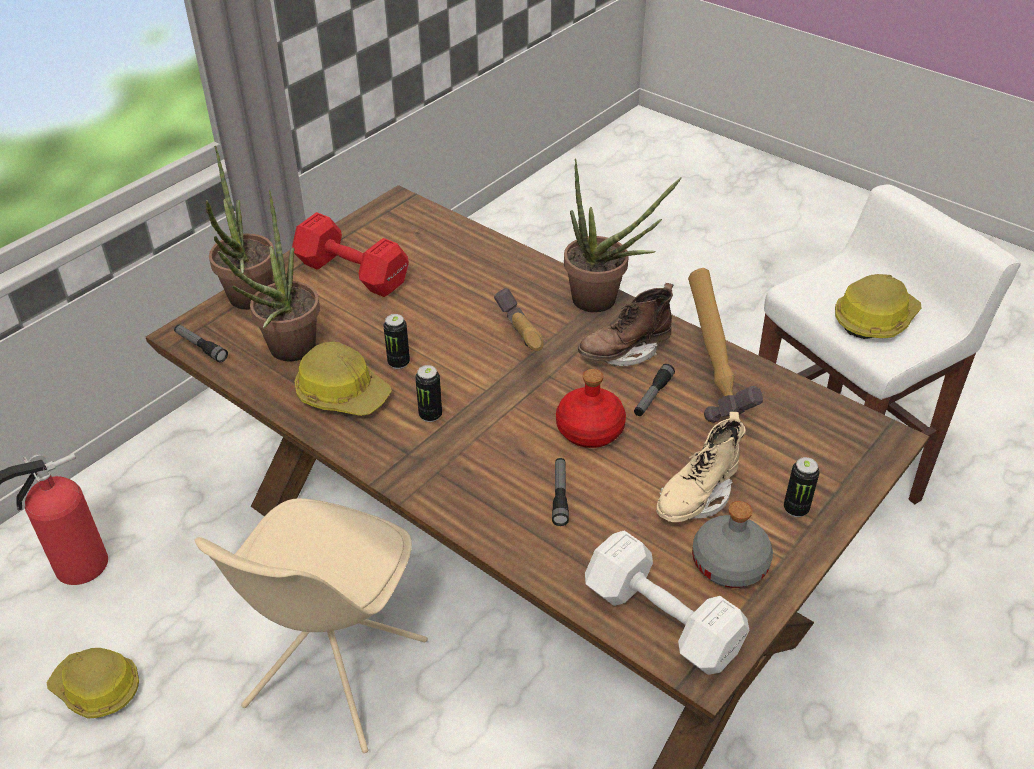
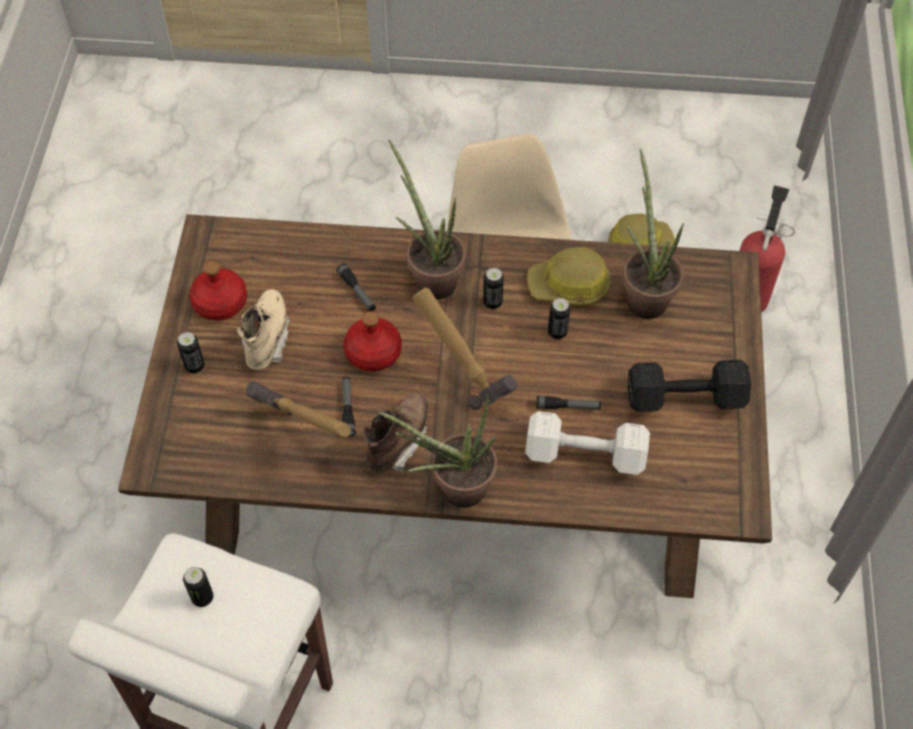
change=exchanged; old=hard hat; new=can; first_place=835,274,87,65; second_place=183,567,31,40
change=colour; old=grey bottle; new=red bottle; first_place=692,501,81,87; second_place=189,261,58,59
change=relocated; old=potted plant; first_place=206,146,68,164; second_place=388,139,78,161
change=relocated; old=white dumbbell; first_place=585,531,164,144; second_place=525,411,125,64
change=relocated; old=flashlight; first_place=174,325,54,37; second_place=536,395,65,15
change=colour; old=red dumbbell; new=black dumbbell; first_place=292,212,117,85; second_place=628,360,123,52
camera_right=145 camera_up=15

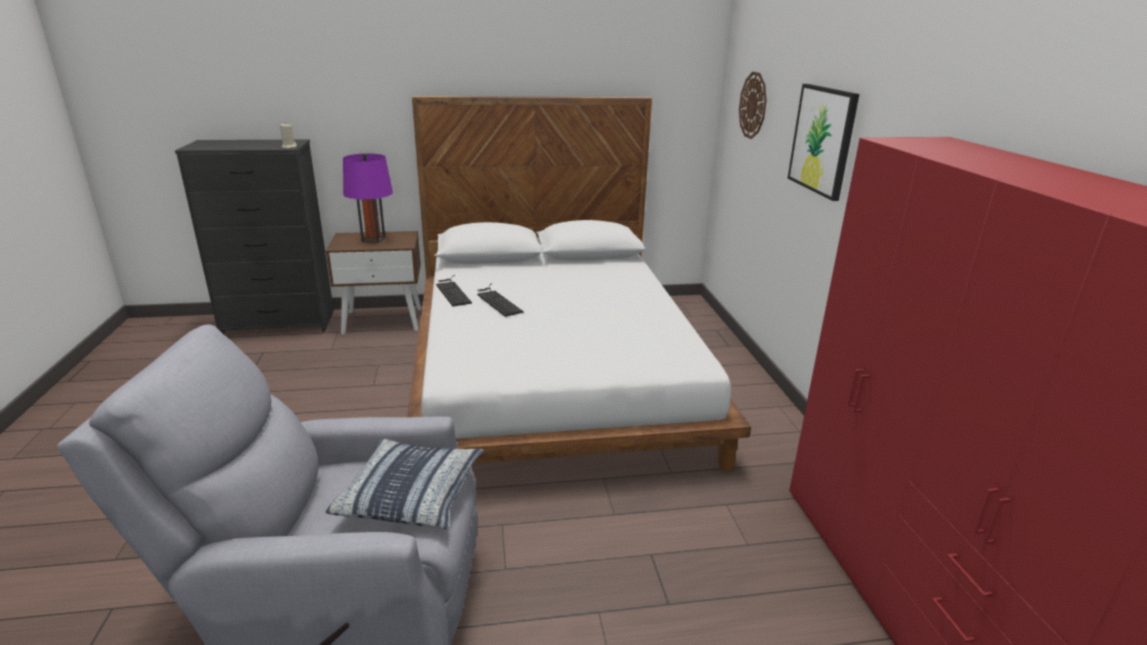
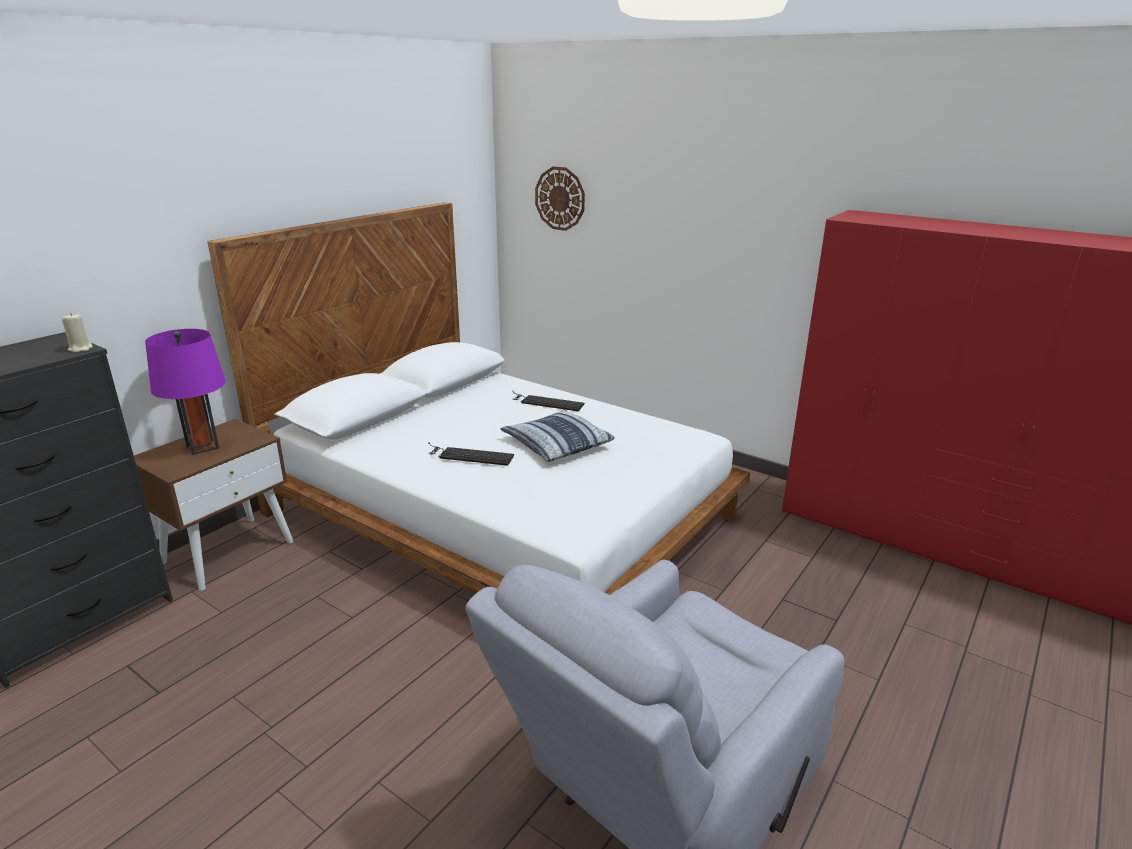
change=relocated; old=pillow; first_place=326,439,158,90; second_place=500,409,115,53
change=relocated; old=keyboard; first_place=436,275,36,32; second_place=513,391,72,20
change=missing; old=picture; first_place=788,84,71,117
camera_right=-45 camera_up=0

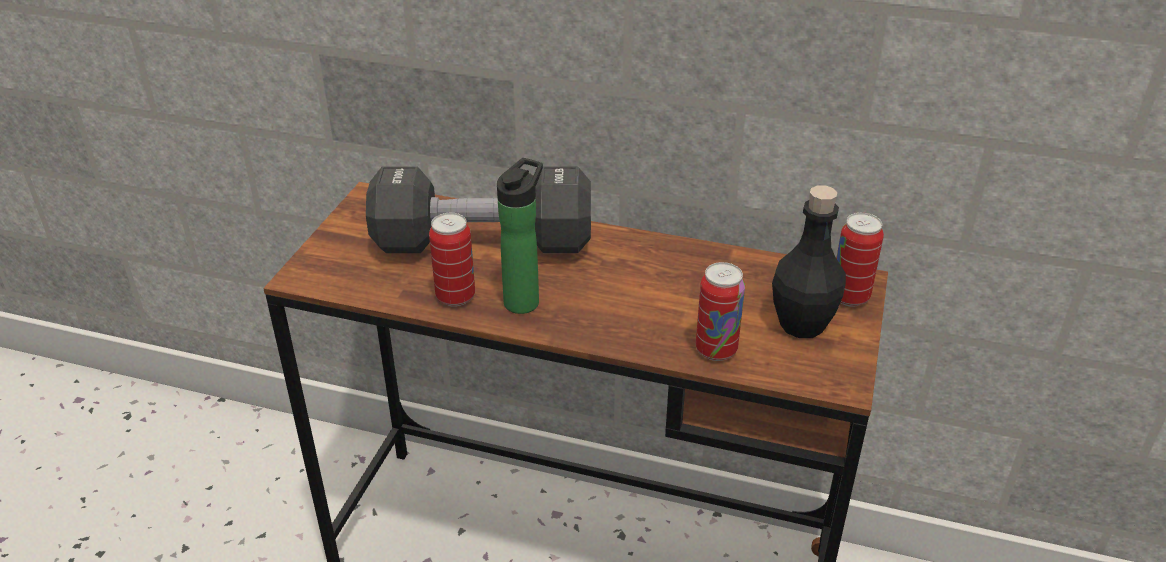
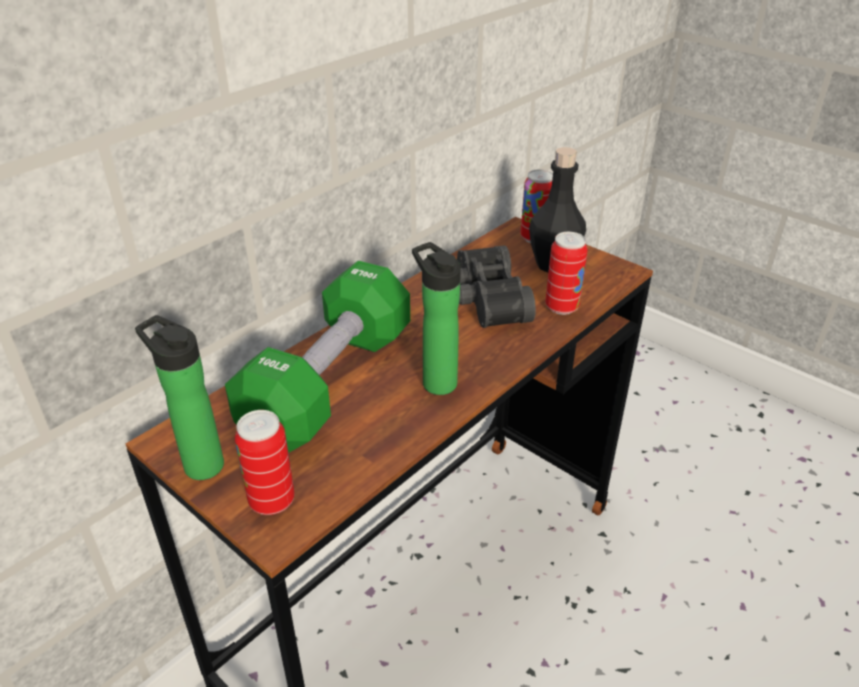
change=appeared; new=bottle; second_place=135,315,89,165
change=colour; old=black dumbbell; new=green dumbbell; first_place=366,166,225,87; second_place=225,261,185,192
change=relocated; old=can; first_place=429,213,46,94; second_place=235,410,60,105
change=appeared; new=black binoculars; second_place=457,245,79,83
camera_right=-65 camera_up=0

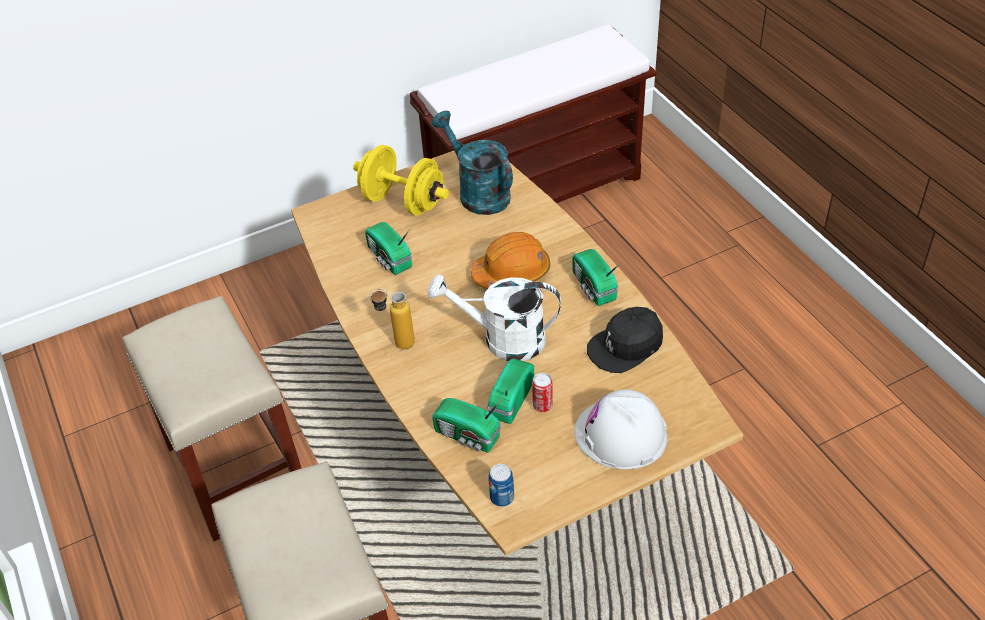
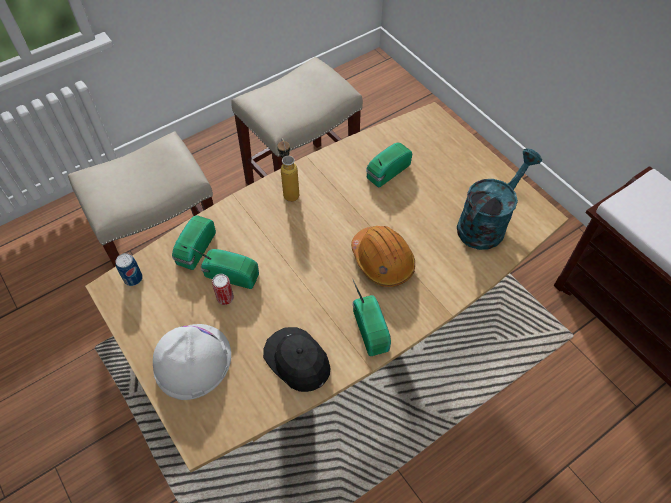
change=spun; old=radio; first_place=572,249,50,57; second_place=352,280,39,76; degrees=105
change=missing; old=yellow dumbbell; first_place=353,145,96,70
change=missing; old=white watering can; first_place=427,274,134,87
camera_right=80 camera_up=10

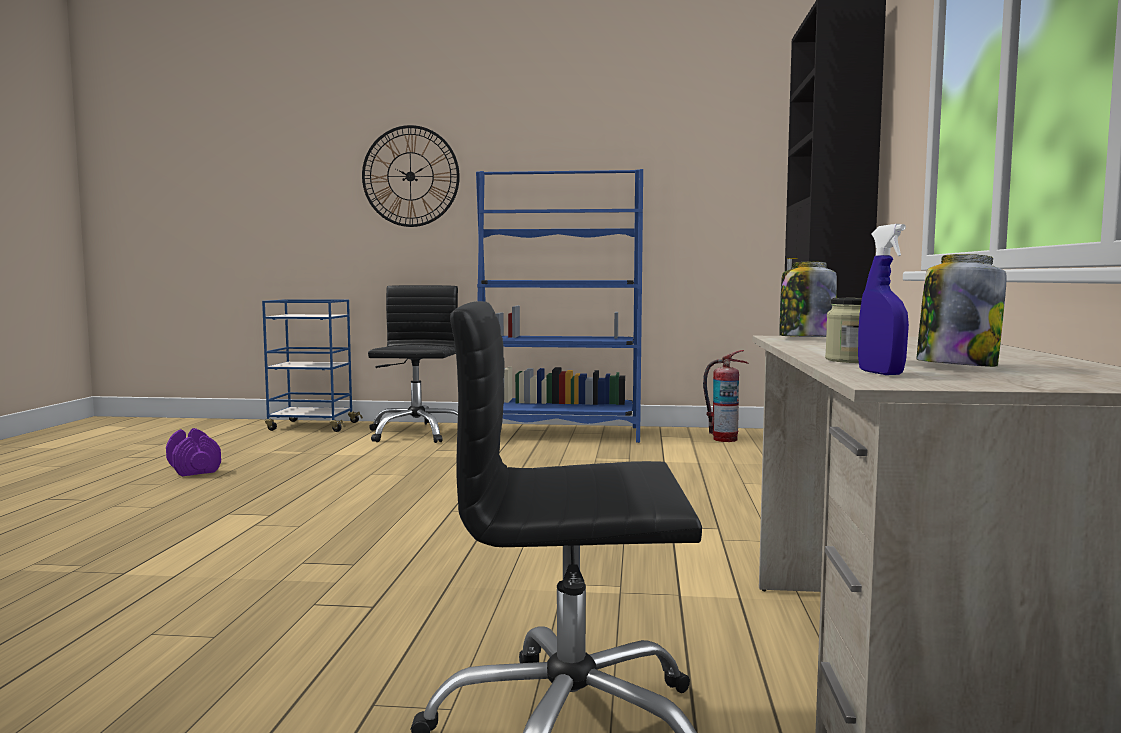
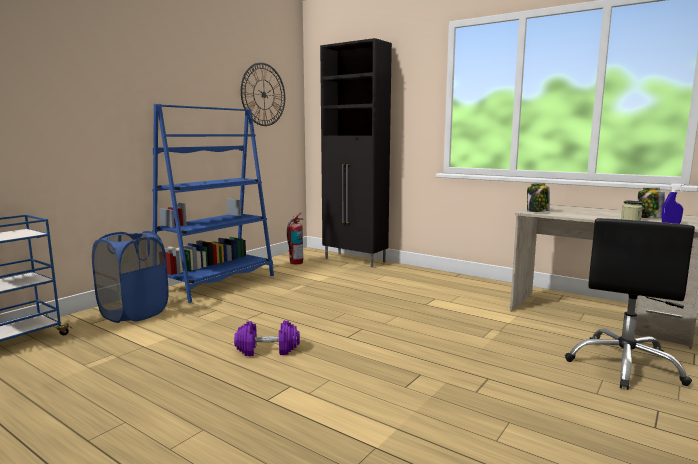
change=exchanged; old=black office chair; new=blue laundry basket; first_place=368,285,90,158; second_place=92,231,77,92
change=relocated; old=purple dumbbell; first_place=166,428,55,48; second_place=234,320,66,36
change=relocated; old=wall clock; first_place=362,125,98,102; second_place=241,63,44,63
camera_right=-60 camera_up=5

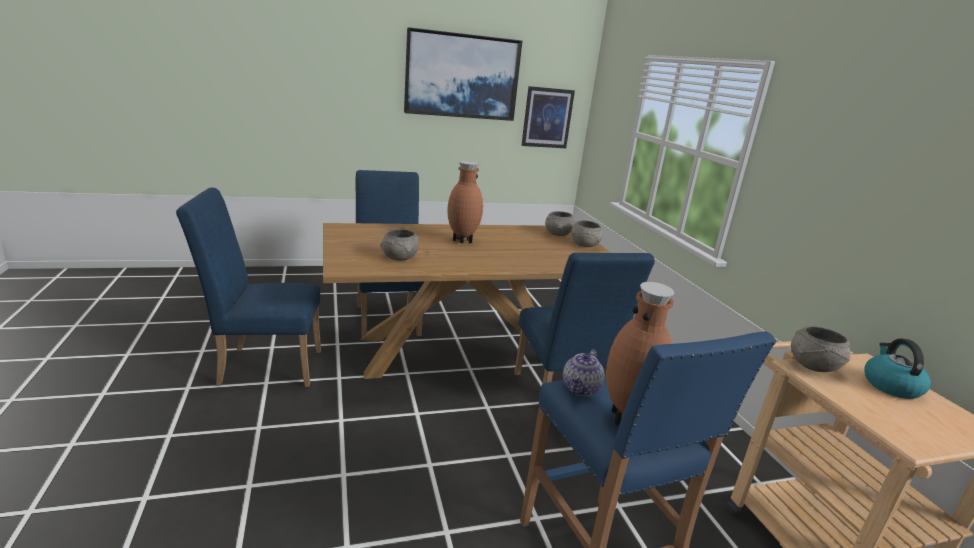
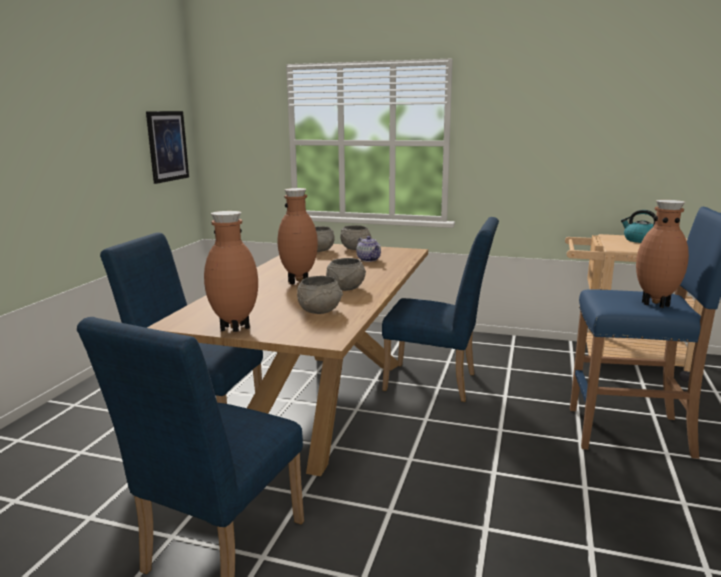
change=appeared; new=brown vase; second_place=204,211,54,121
change=relocated; old=grey bowl; first_place=791,326,60,46; second_place=326,258,40,33
change=relocated; old=teapot; first_place=563,349,41,47; second_place=356,236,25,26
change=missing; old=picture; first_place=404,27,118,94
camera_right=-55 camera_up=-5

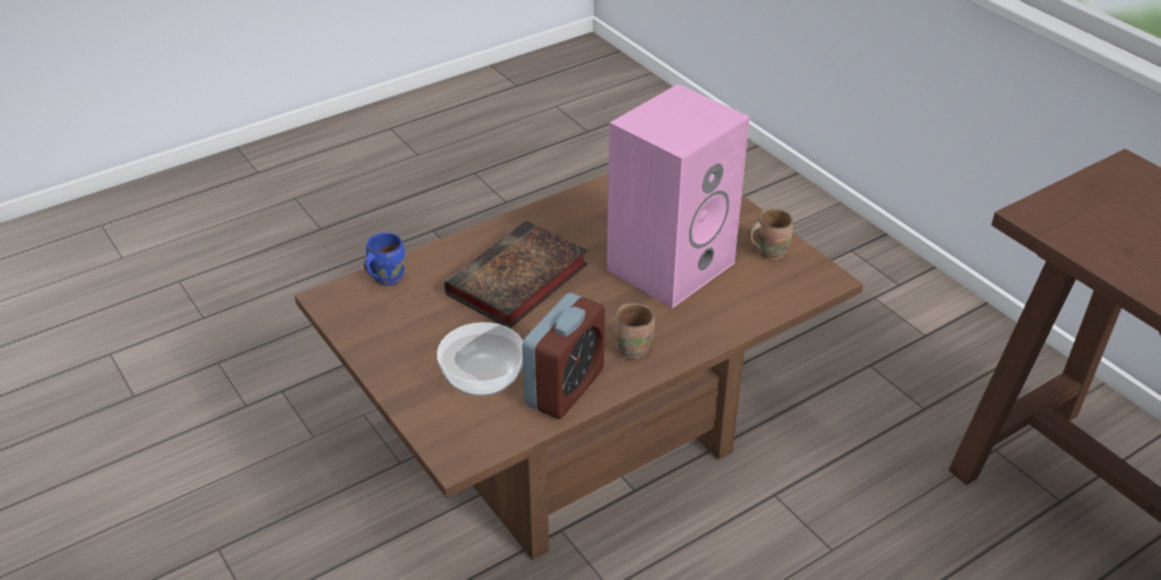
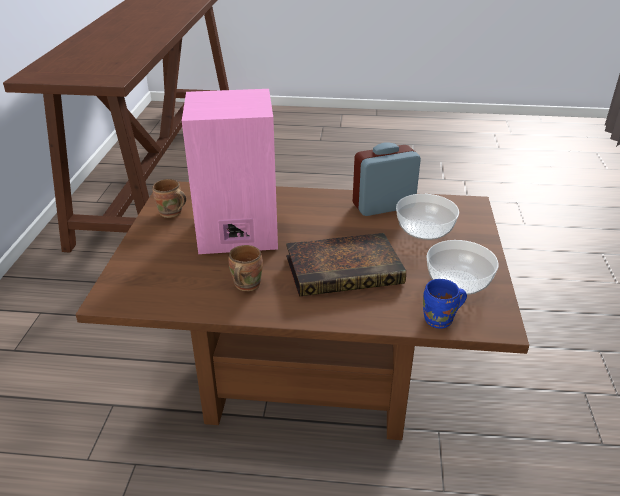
change=relocated; old=brown mug; first_place=614,303,41,56; second_place=229,245,34,46
change=appeared; new=bowl; second_place=426,240,73,55
camera_right=-140 camera_up=-5

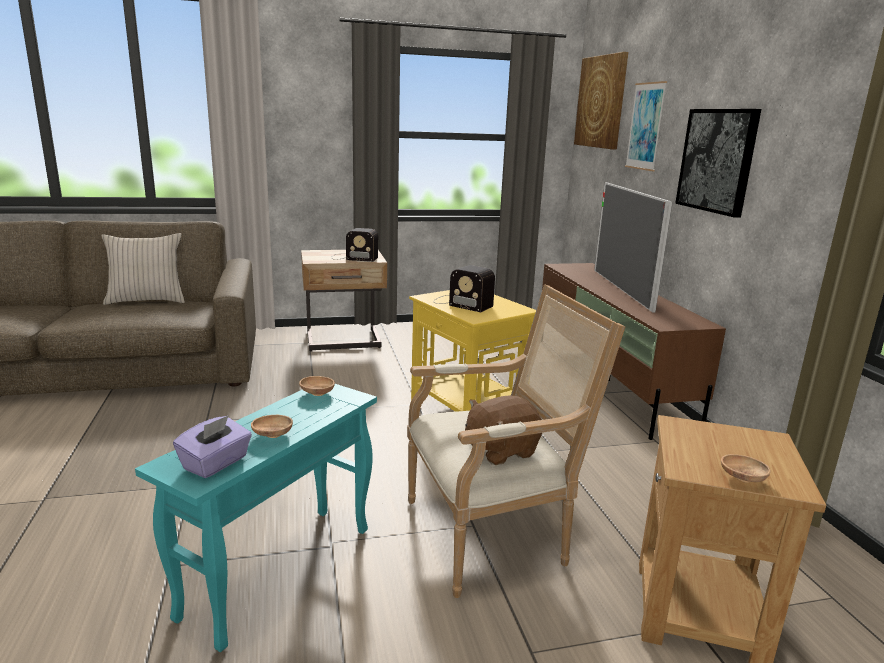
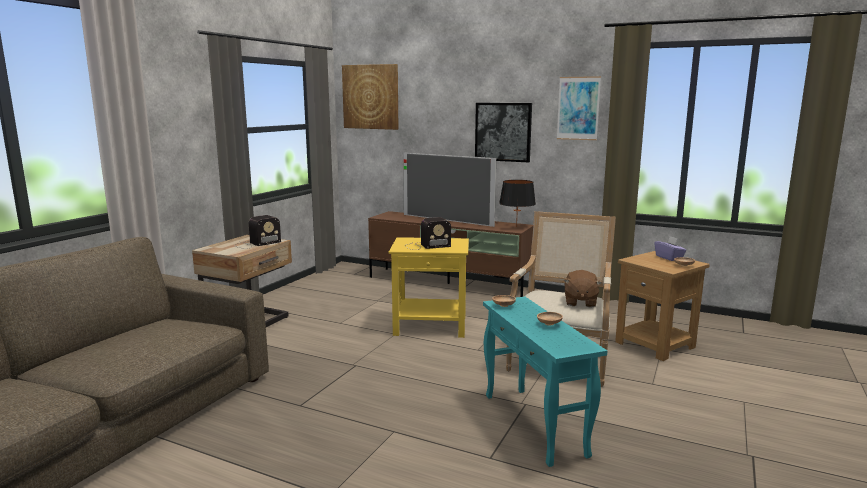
change=appeared; new=black table lamp; second_place=499,180,37,47
change=relocated; old=picture; first_place=625,81,42,90; second_place=557,76,44,64
change=relocated; old=purple tissue box; first_place=173,415,79,63; second_place=654,236,33,25
change=missing; old=beige pillow; first_place=102,233,83,72
camera_right=-50 camera_up=-5

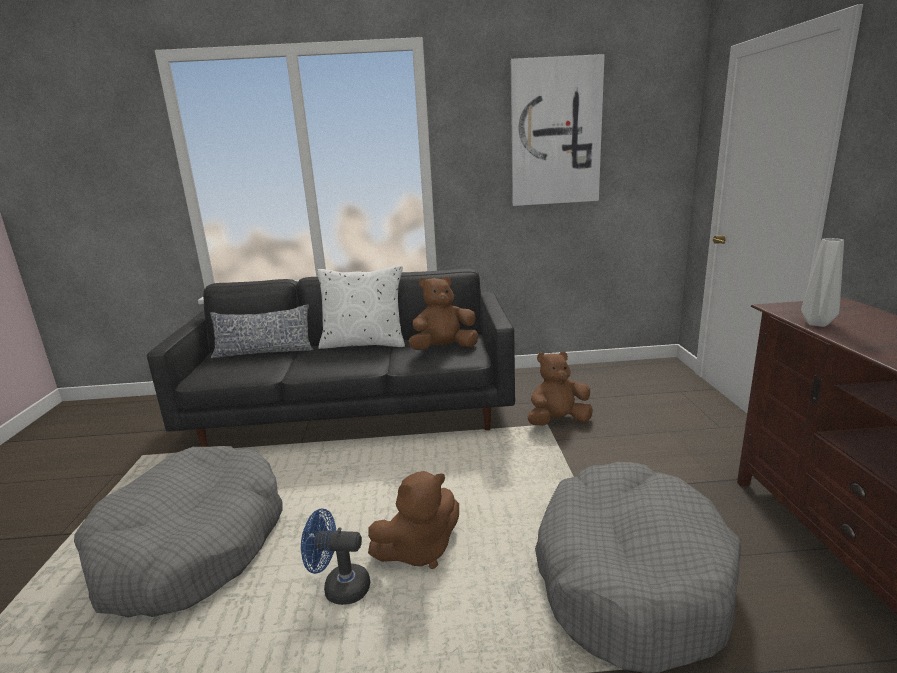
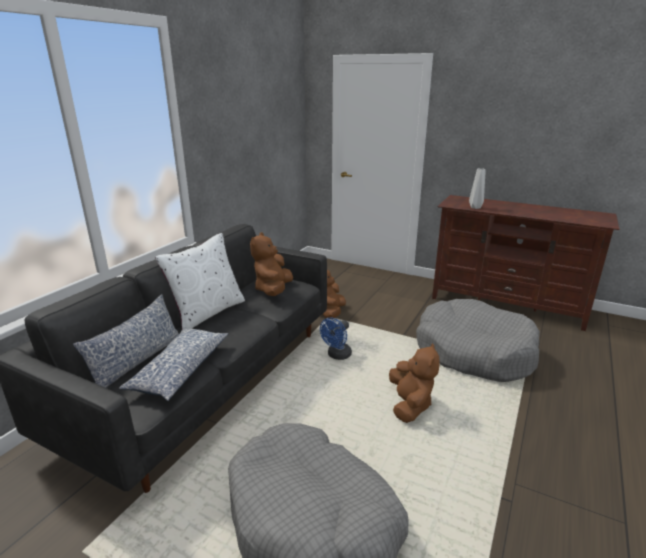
change=appeared; new=pillow; second_place=119,328,109,73
change=relocated; old=blue fan; first_place=301,508,69,97; second_place=320,317,32,43
change=missing; old=picture; first_place=511,54,94,152
camera_right=-60 camera_up=5

